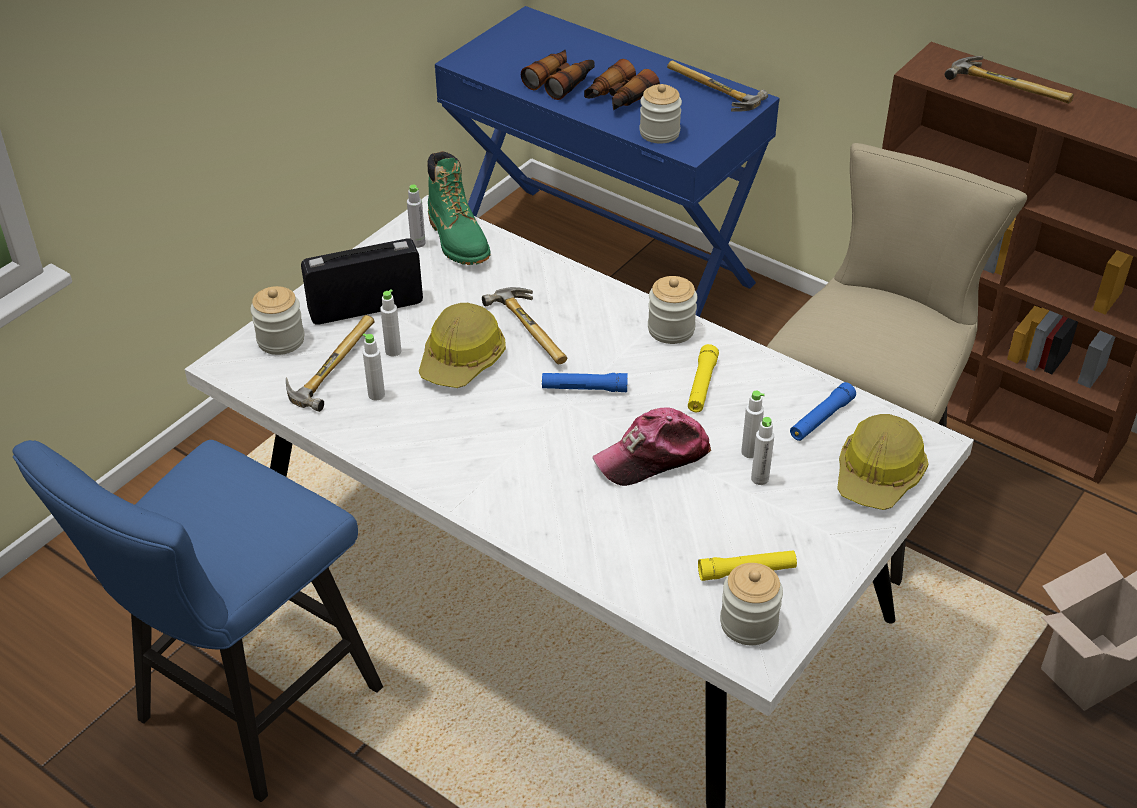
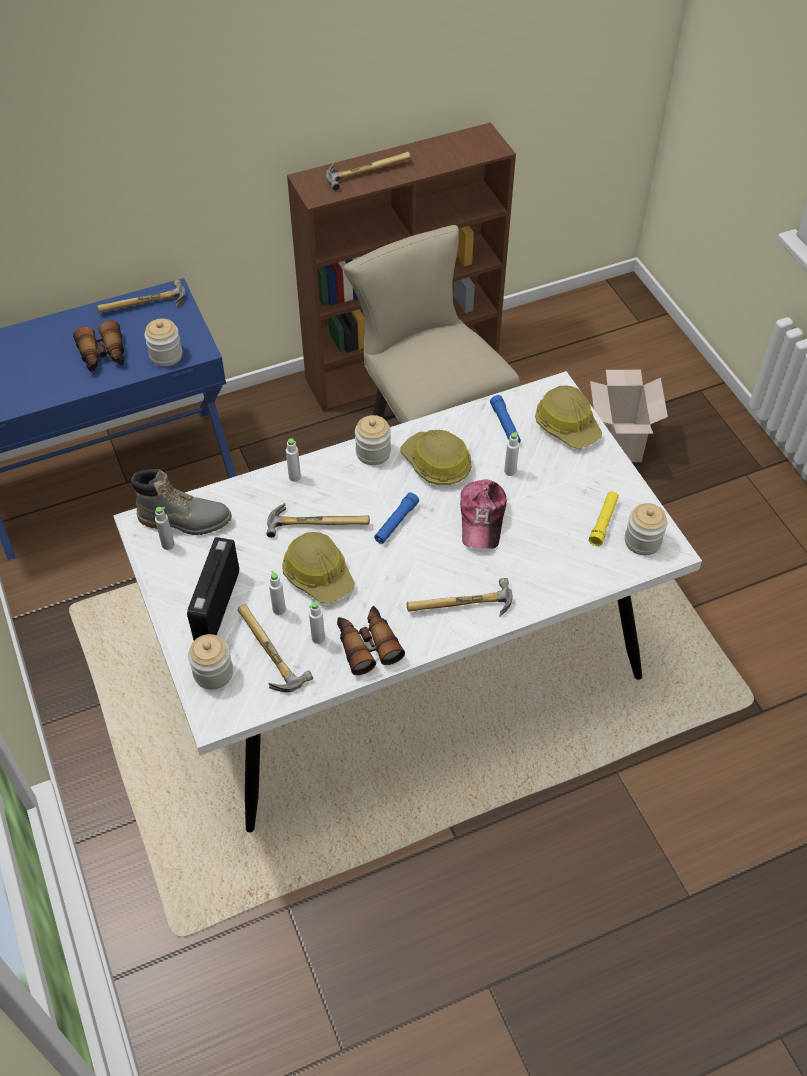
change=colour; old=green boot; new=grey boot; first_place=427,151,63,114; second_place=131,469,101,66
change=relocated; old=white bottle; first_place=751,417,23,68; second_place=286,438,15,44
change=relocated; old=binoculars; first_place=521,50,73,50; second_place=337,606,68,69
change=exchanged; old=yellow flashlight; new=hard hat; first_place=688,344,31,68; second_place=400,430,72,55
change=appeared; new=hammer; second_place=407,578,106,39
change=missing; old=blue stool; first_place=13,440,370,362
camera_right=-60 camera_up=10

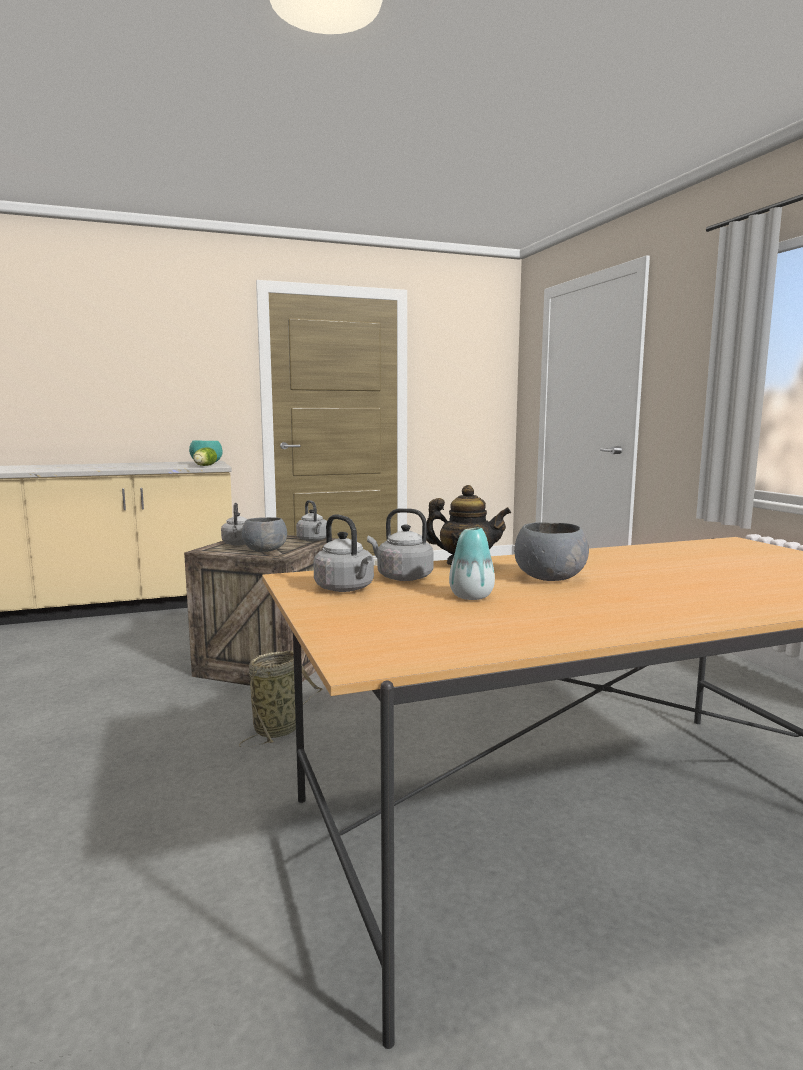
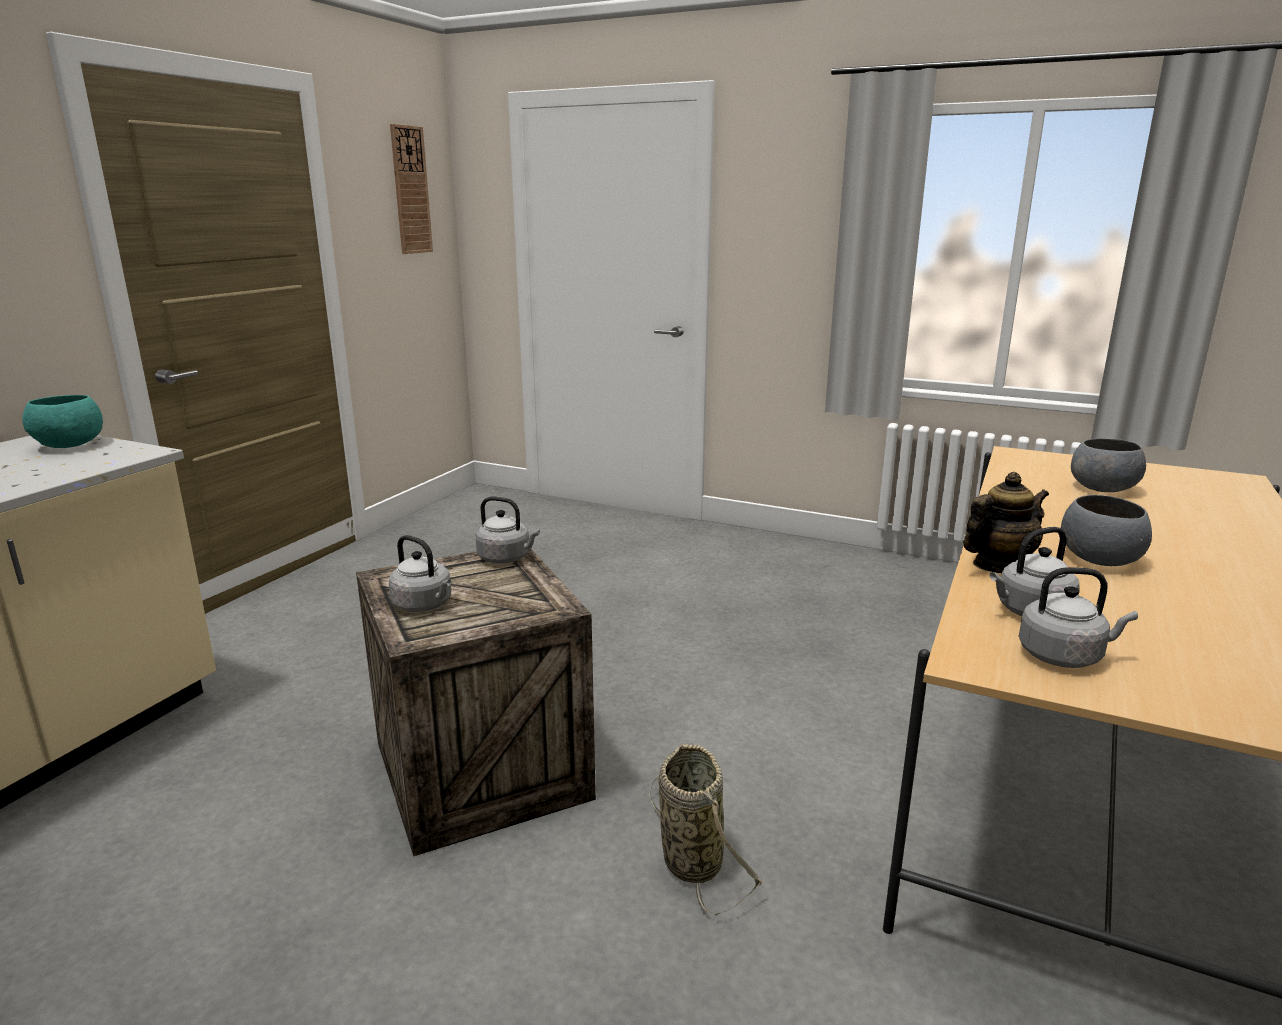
change=appeared; new=wall clock; second_place=390,124,43,130
change=relocated; old=grey bowl; first_place=241,517,46,35; second_place=1071,438,75,54
change=missing; old=lettuce; first_place=193,448,24,18
change=missing; old=vase; first_place=449,528,46,72
camera_right=-45 camera_up=10

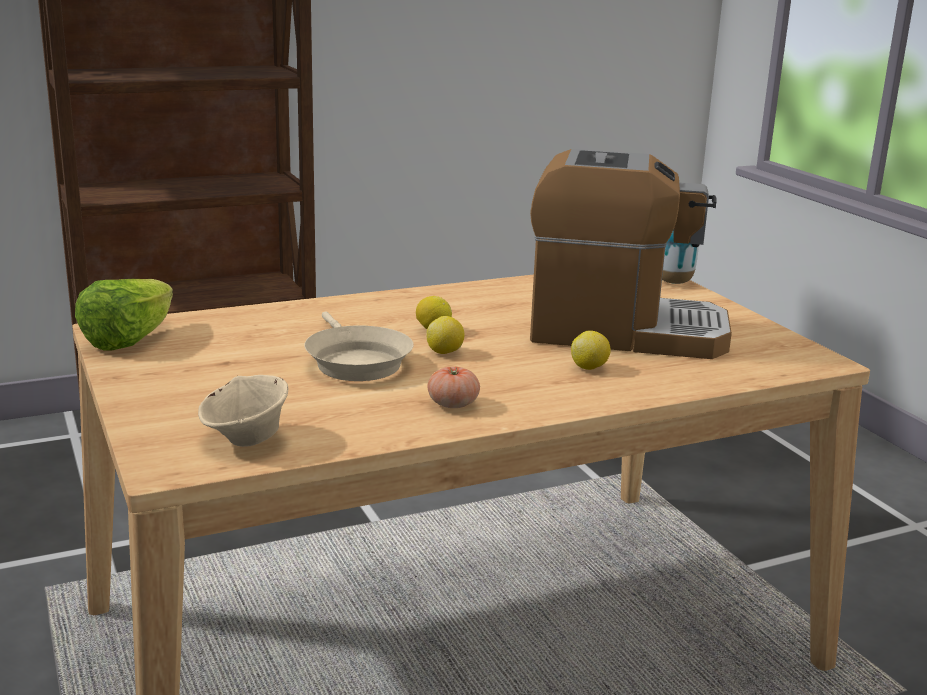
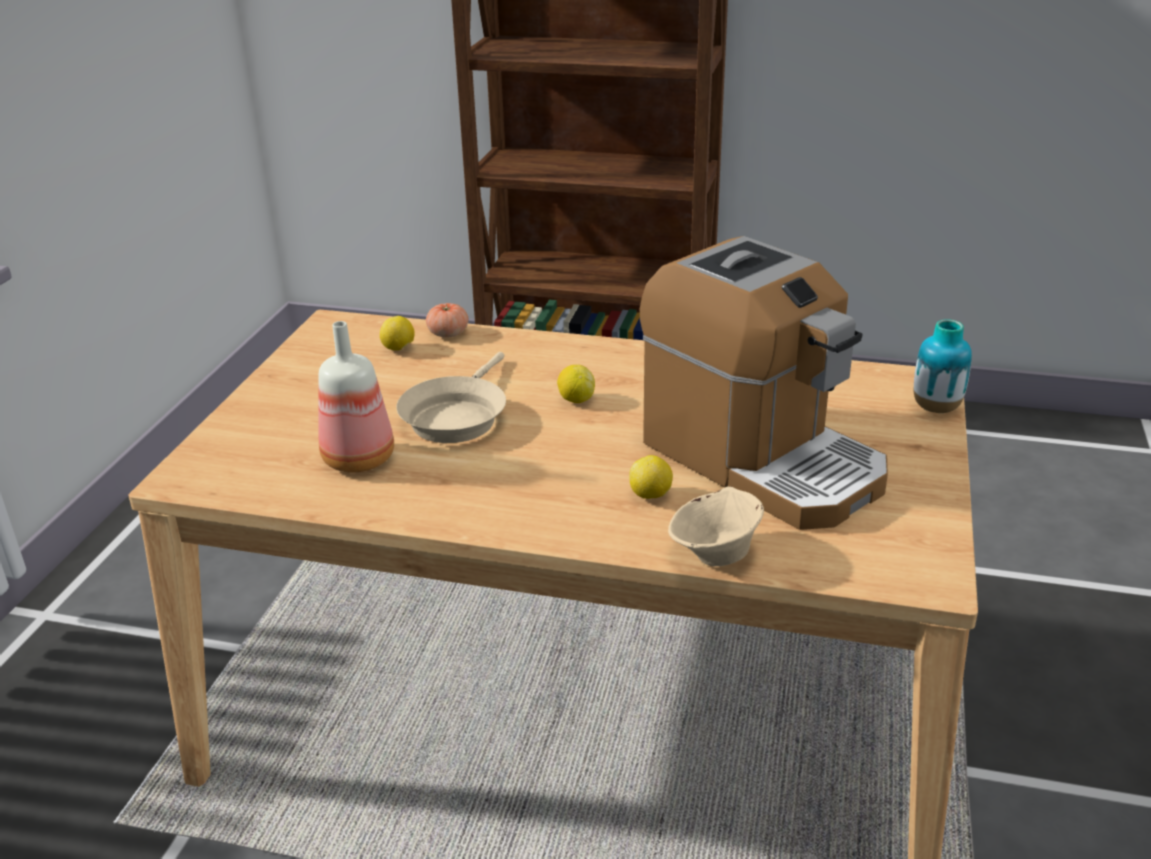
change=appeared; new=bottle; second_place=318,321,76,152
change=relocated; old=lemon; first_place=426,316,38,38; second_place=380,316,35,35
change=relocated; old=tomato; first_place=427,367,53,41; second_place=426,303,43,35
change=relocated; old=beige bowl; first_place=198,375,90,72; second_place=668,486,96,80
change=missing; old=lettuce; first_place=75,279,98,71
camera_right=40 camera_up=10

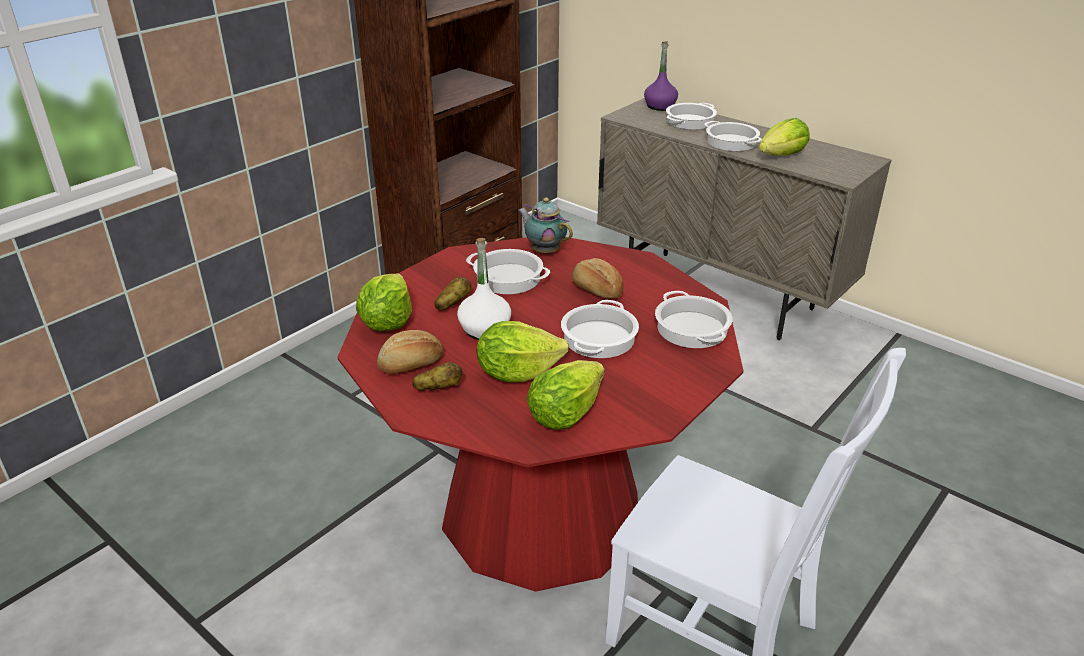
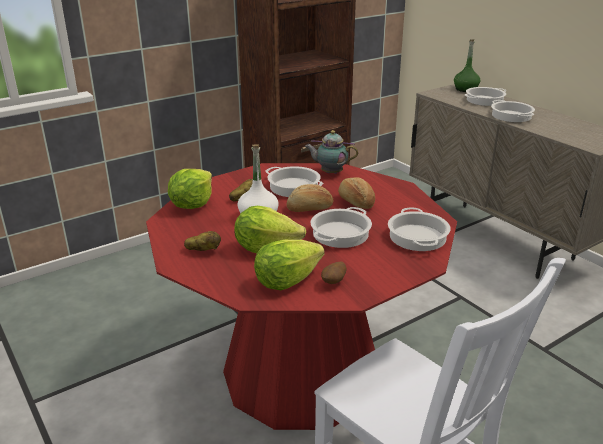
change=relocated; old=bread; first_place=377,330,66,44; second_place=287,184,46,28
change=spun; old=teapot; first_place=518,198,55,56; second_place=305,130,53,44; degrees=-45
change=appeared; new=potato; second_place=321,262,25,22
change=colour; old=purple bottle; new=green bottle; first_place=644,41,34,70; second_place=454,39,27,53
change=missing; old=lettuce; first_place=759,118,51,38
camera_right=15 camera_up=-5

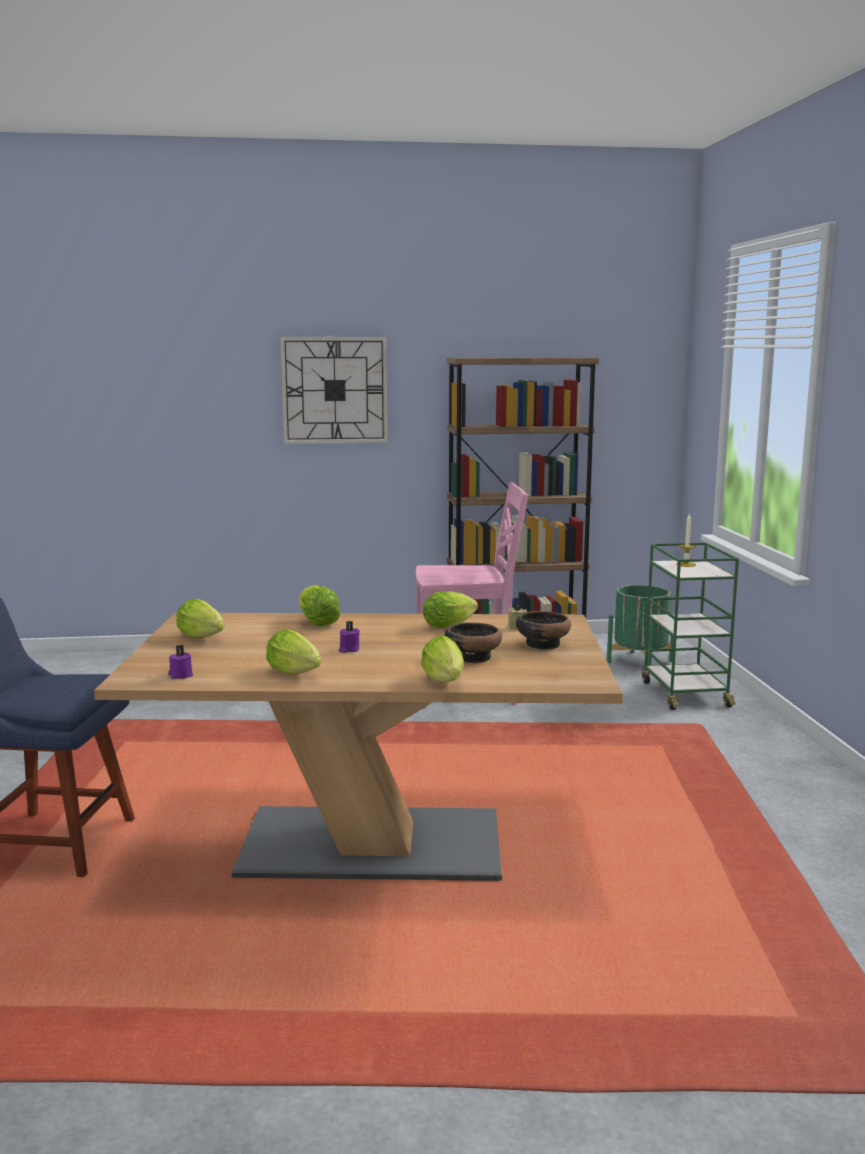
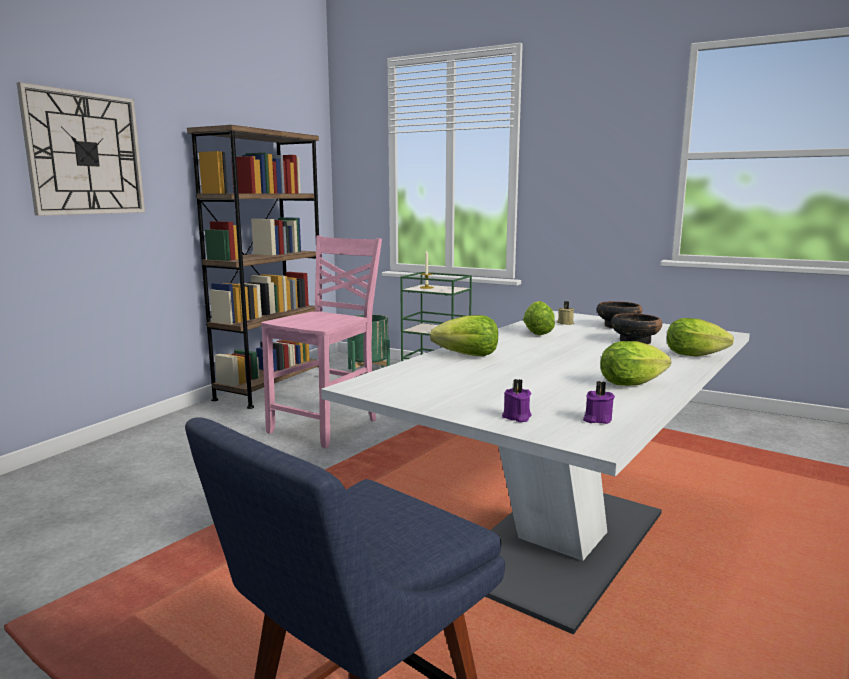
change=colour; old=brown dining table; new=white dining table; first_place=94,613,529,268; second_place=321,311,429,324
change=relocated; old=purple candle; first_place=339,621,21,32; second_place=502,379,30,43
change=missing; old=lettuce; first_place=176,599,49,39
camera_right=-55 camera_up=0

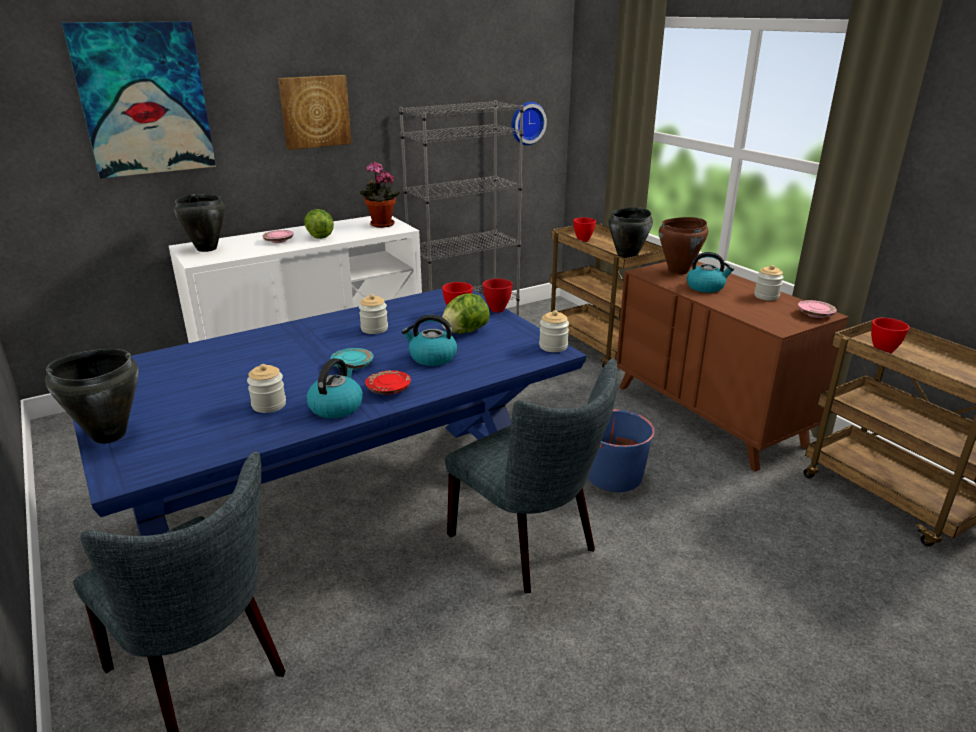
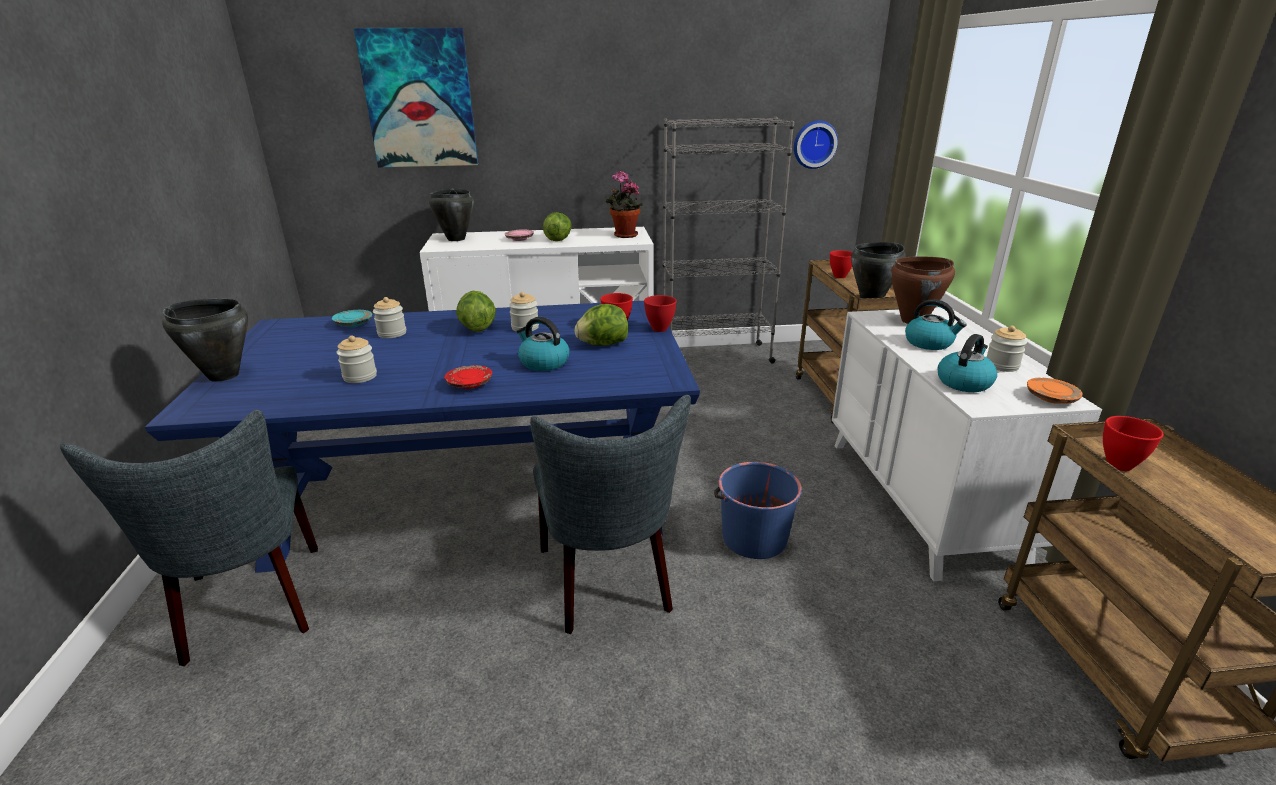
change=relocated; old=turquoise plate; first_place=330,348,44,22; second_place=332,310,40,17
change=relocated; old=jar; first_place=539,310,30,42; second_place=373,297,33,41
change=appeared; new=lettuce; second_place=456,291,40,41
change=colour; old=brown dresser; new=white dresser; first_place=616,261,233,211; second_place=832,308,270,273
change=relocated; old=kettle; first_place=306,358,57,61; second_place=938,334,59,58
change=colour; old=pink plate; new=orange plate; first_place=798,300,39,18; second_place=1027,378,56,26
change=missing; old=picture; first_place=278,75,74,75
camera_right=25 camera_up=0

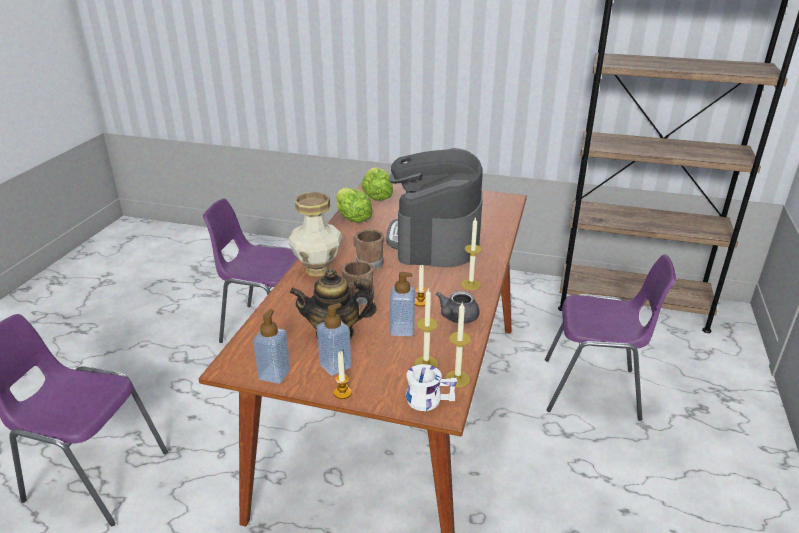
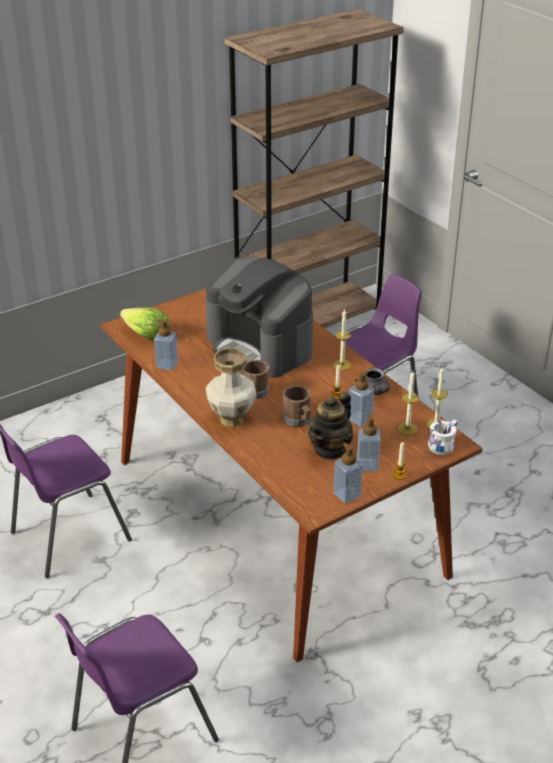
change=exchanged; old=lettuce; new=soap dispenser; first_place=336,188,37,35; second_place=154,319,24,52
camera_right=-50 camera_up=5

